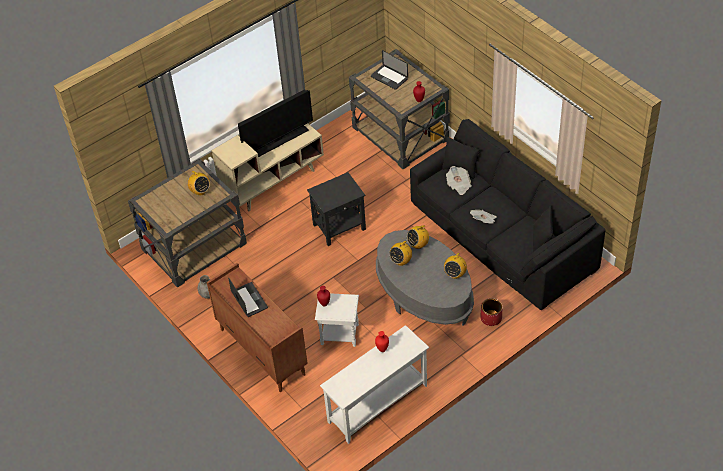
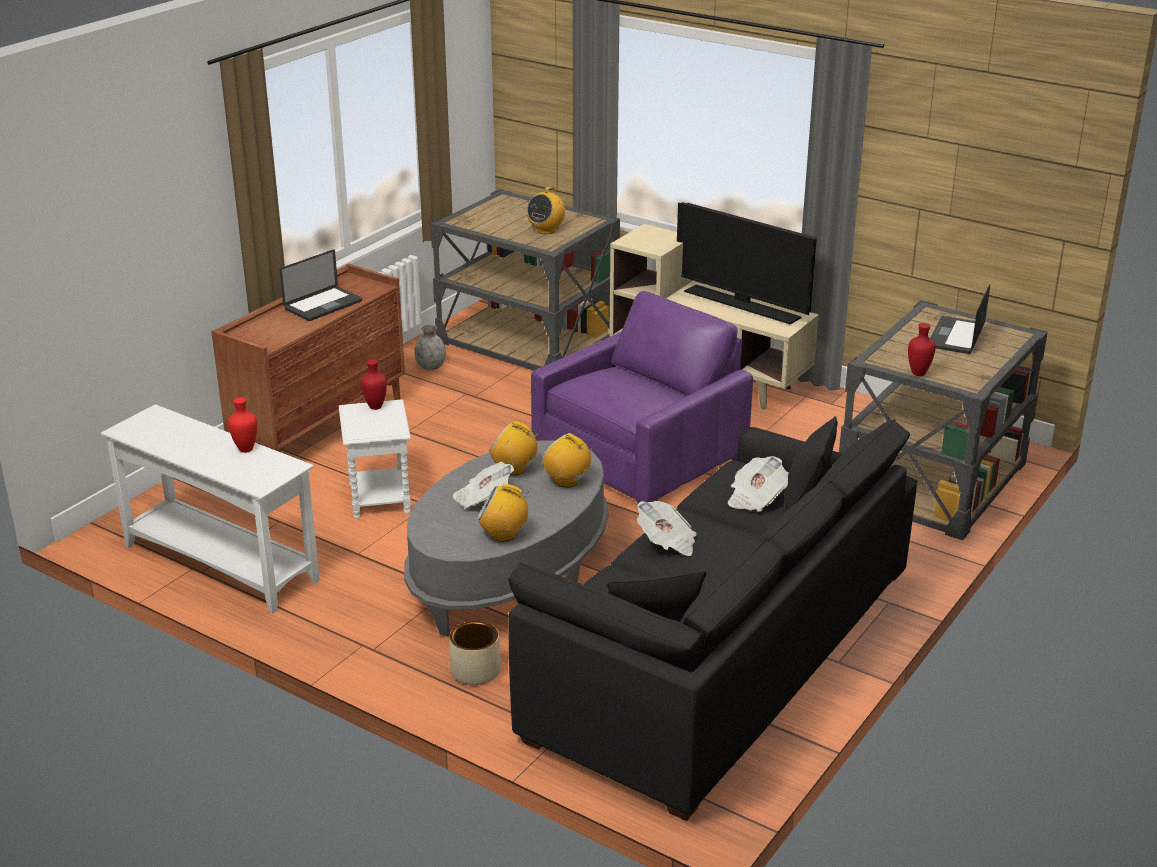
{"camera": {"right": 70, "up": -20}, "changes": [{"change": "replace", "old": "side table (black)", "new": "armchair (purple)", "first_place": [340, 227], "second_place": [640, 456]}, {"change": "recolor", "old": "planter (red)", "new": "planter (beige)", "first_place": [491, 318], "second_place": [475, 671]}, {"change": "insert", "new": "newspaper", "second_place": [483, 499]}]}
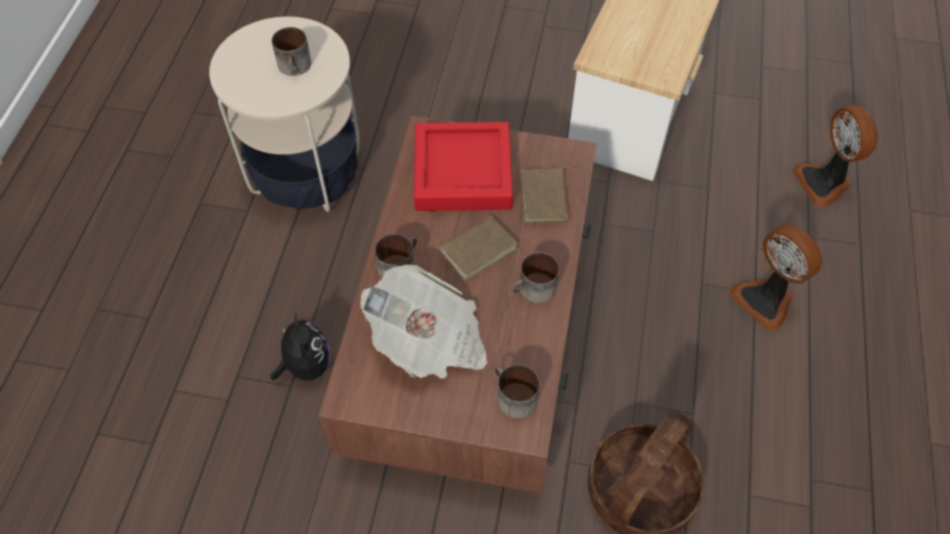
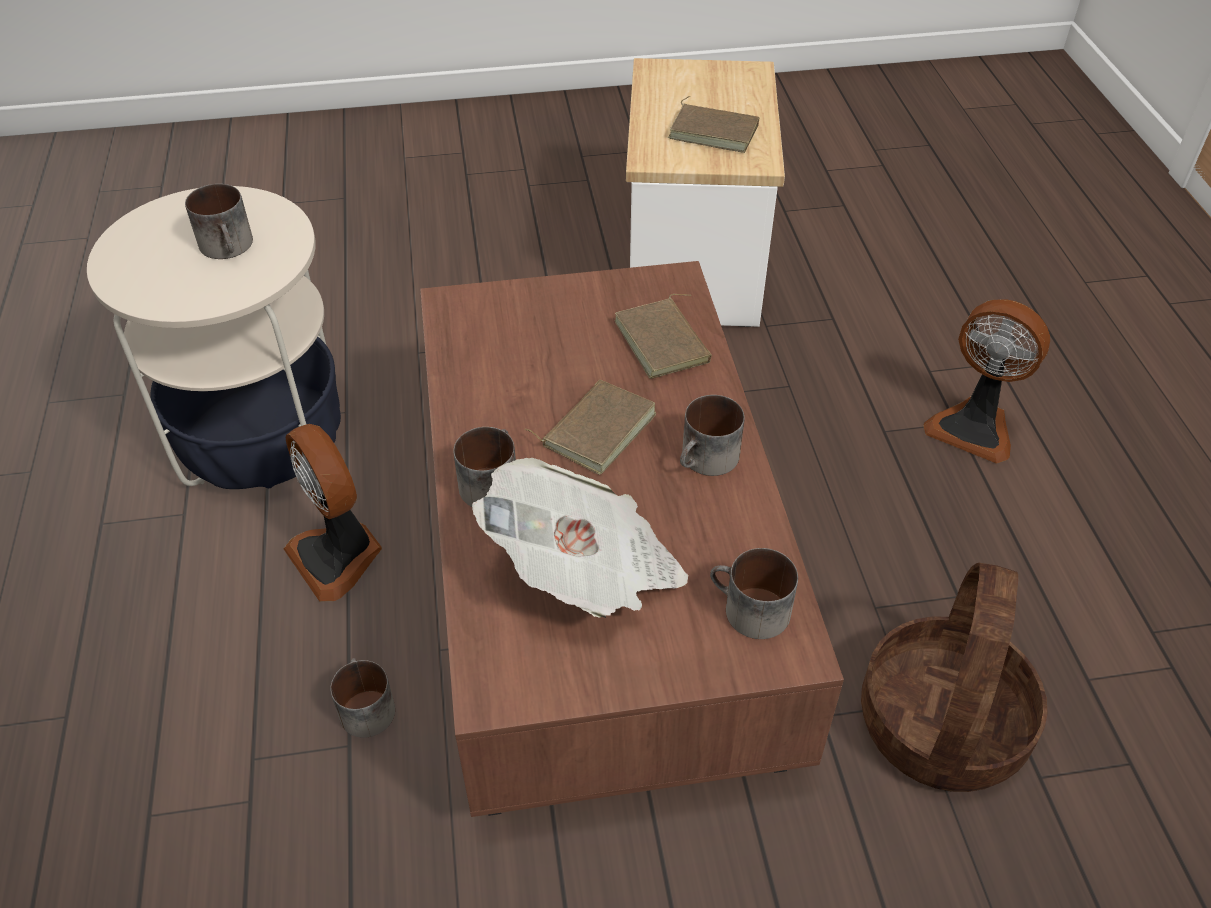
{"camera": {"right": -20, "up": -10}, "changes": [{"change": "move", "old": "fan", "first_place": [824, 182], "second_place": [338, 556]}, {"change": "delete", "old": "tray (red)", "first_place": [463, 173]}, {"change": "replace", "old": "plush toy", "new": "mug", "first_place": [306, 365], "second_place": [363, 707]}, {"change": "insert", "new": "book (brown)", "second_place": [715, 131]}]}
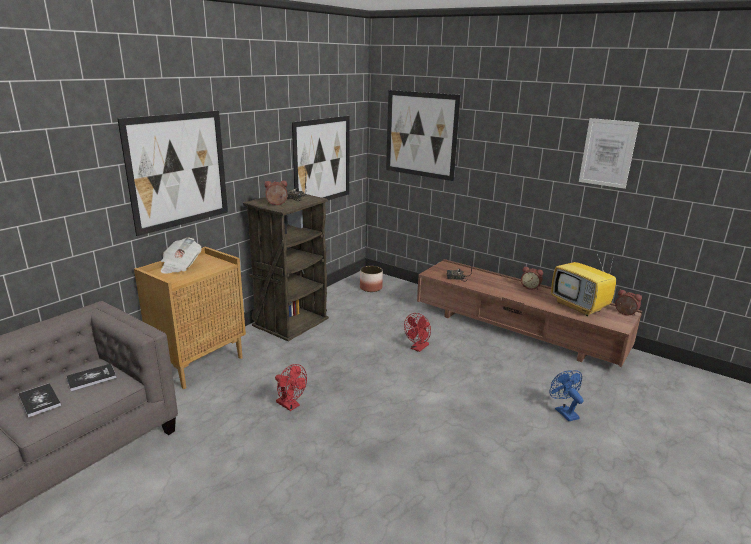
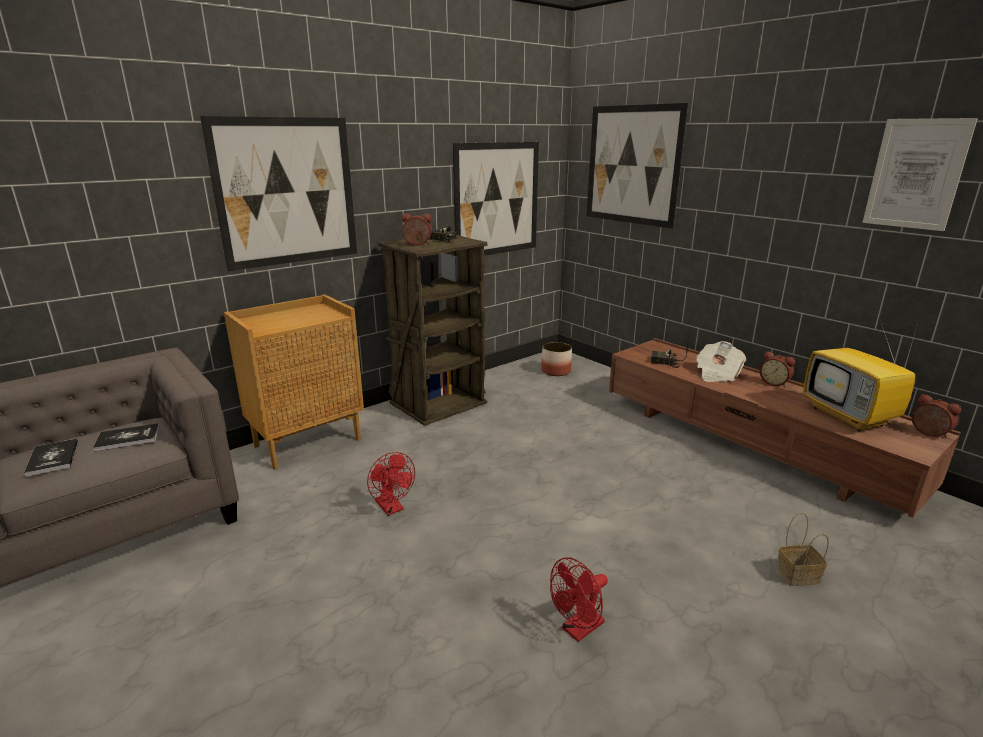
{"camera": {"right": 15, "up": 0}, "changes": [{"change": "move", "old": "newspaper", "first_place": [180, 266], "second_place": [717, 374]}, {"change": "move", "old": "fan (red)", "first_place": [418, 348], "second_place": [578, 630]}, {"change": "replace", "old": "fan (blue)", "new": "basket", "first_place": [563, 412], "second_place": [796, 576]}]}
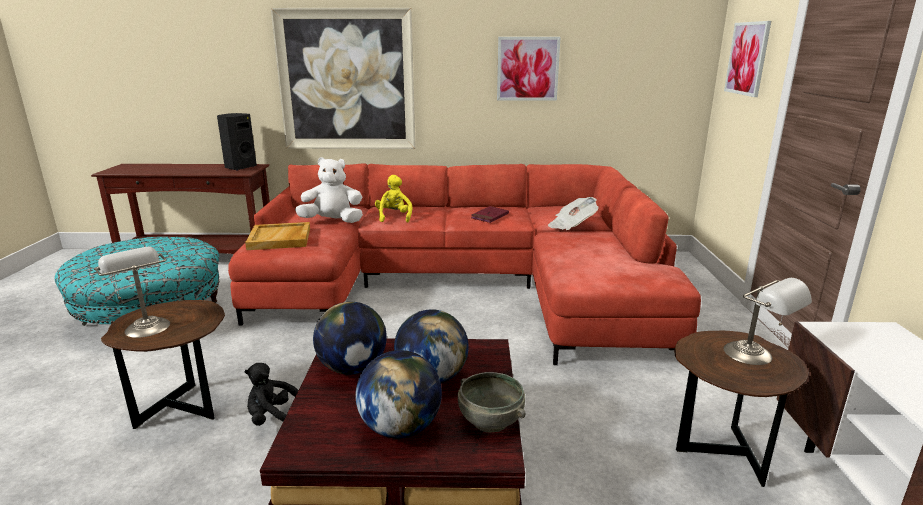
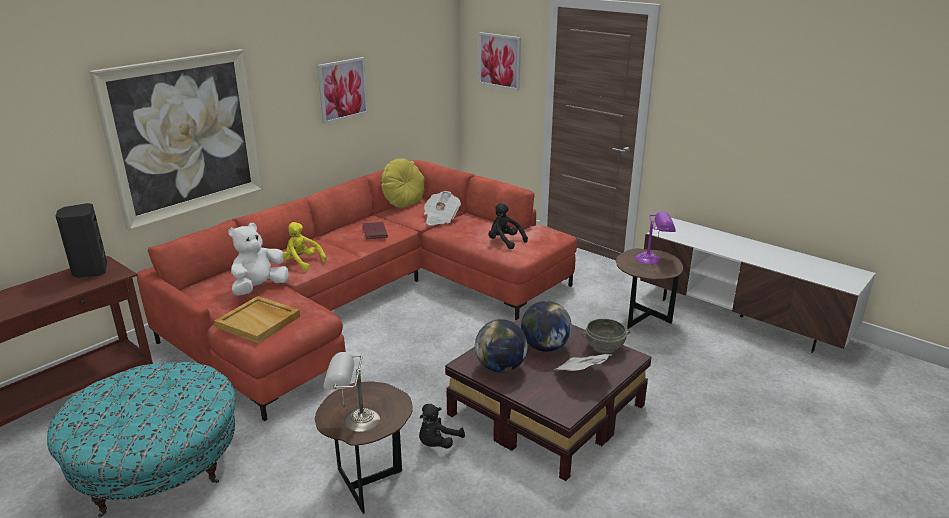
{"camera": {"right": -50, "up": 5}, "changes": [{"change": "recolor", "old": "table lamp (white)", "new": "table lamp (purple)", "first_place": [757, 357], "second_place": [653, 258]}, {"change": "replace", "old": "globe", "new": "newspaper", "first_place": [400, 428], "second_place": [581, 374]}, {"change": "insert", "new": "pillow (yellow)", "second_place": [403, 204]}, {"change": "insert", "new": "plush toy (black)", "second_place": [504, 242]}]}
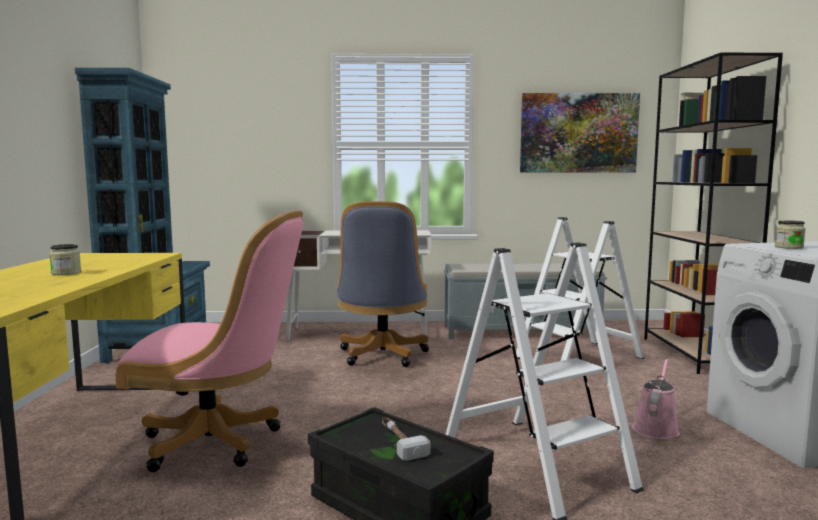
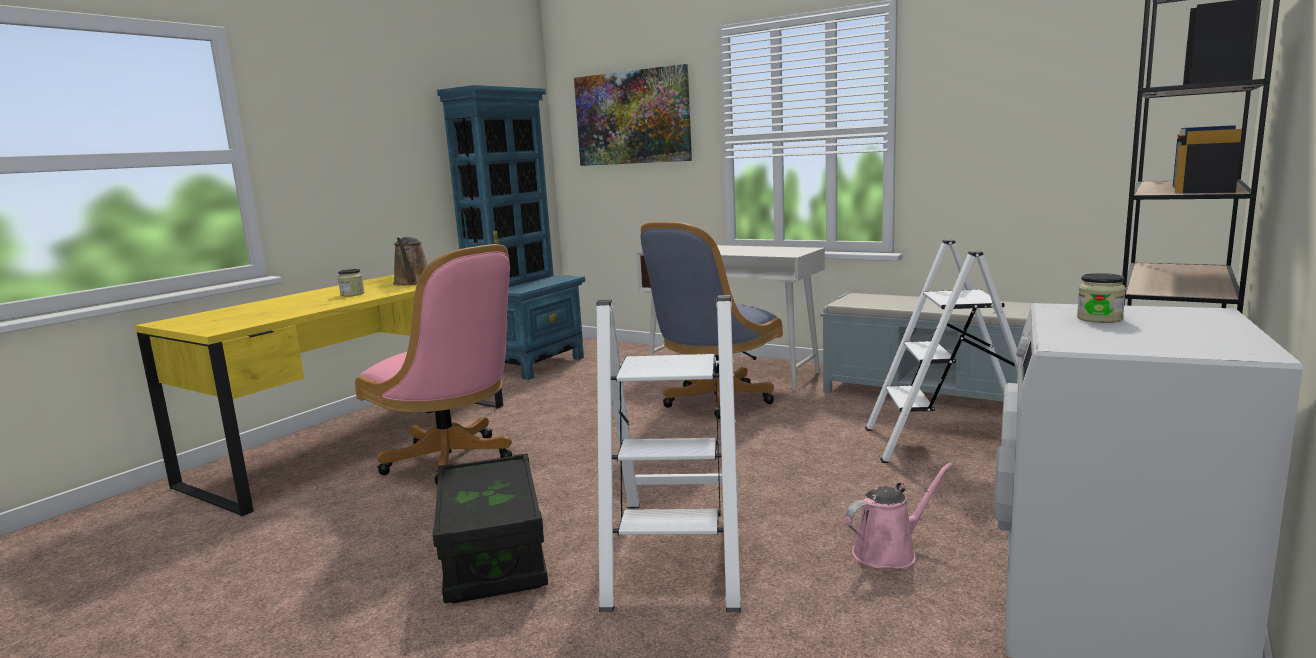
{"camera": {"right": 35, "up": 5}, "changes": [{"change": "move", "old": "picture", "first_place": [578, 133], "second_place": [632, 117]}, {"change": "delete", "old": "hammer", "first_place": [400, 441]}, {"change": "insert", "new": "watering can (brown)", "second_place": [412, 282]}]}
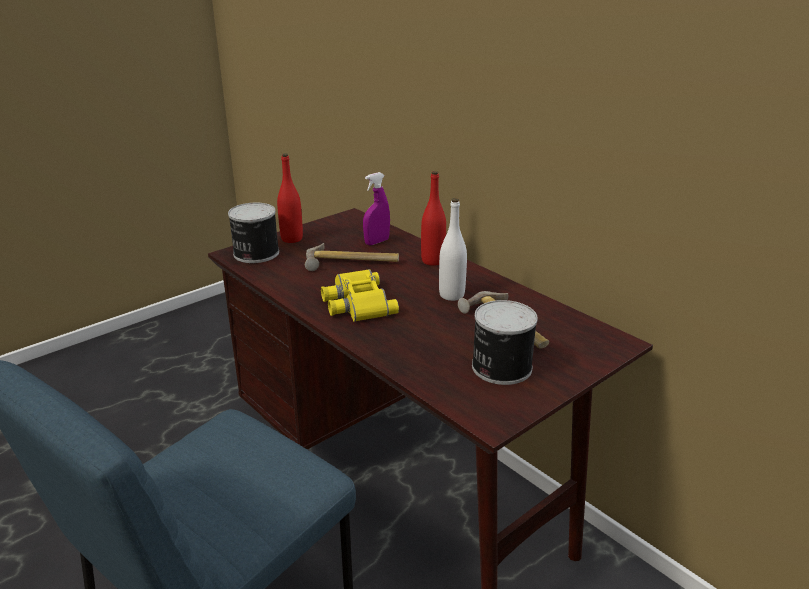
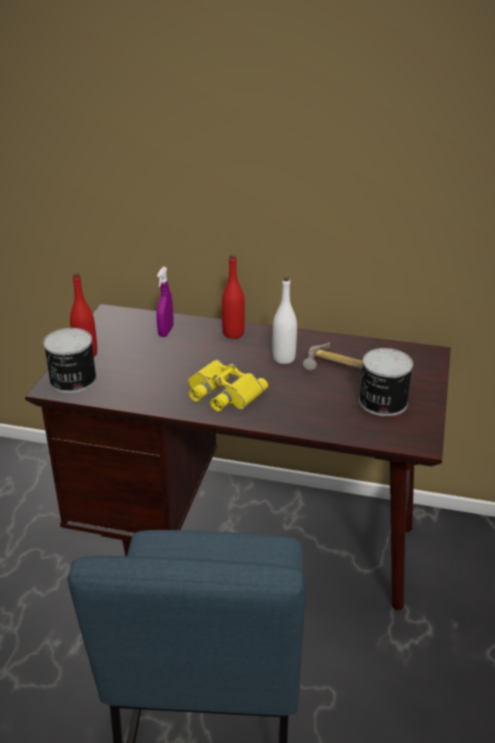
{"camera": {"right": -35, "up": 5}, "changes": [{"change": "delete", "old": "hammer", "first_place": [351, 263]}]}
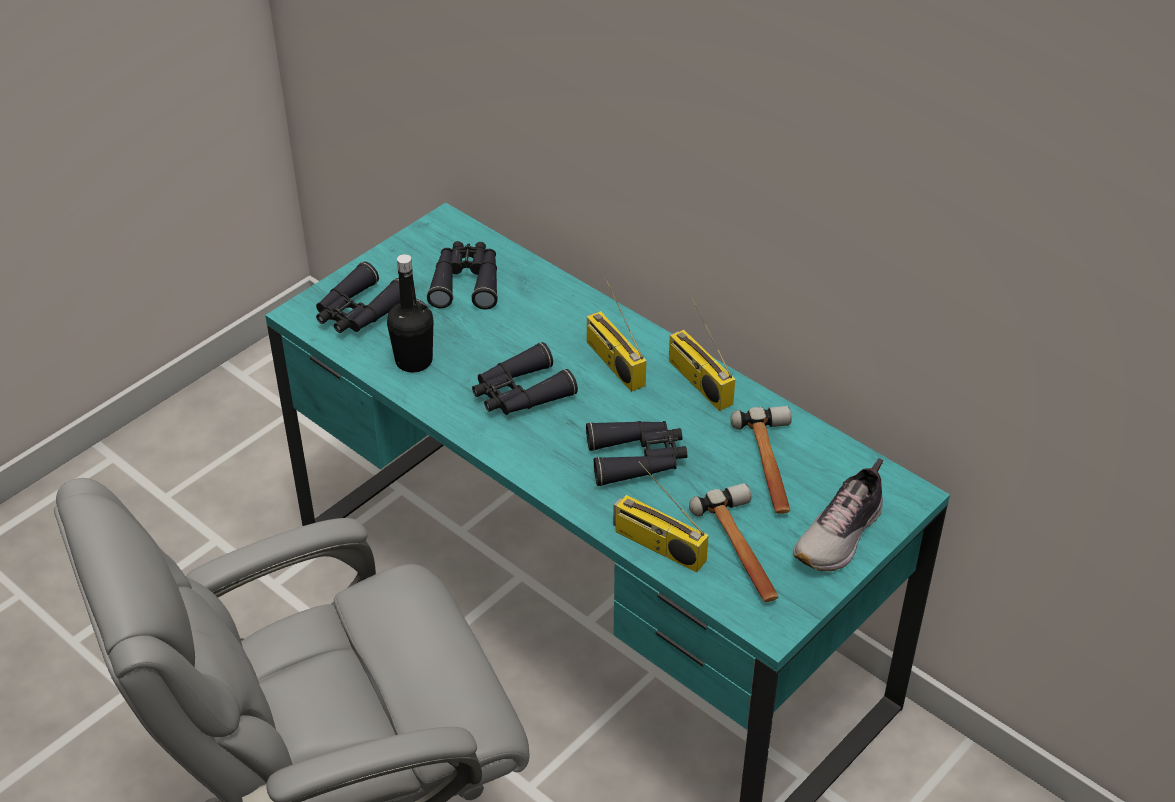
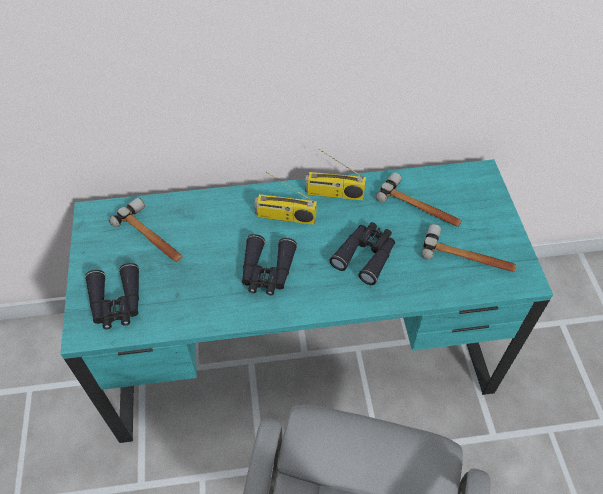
{"camera": {"right": -50, "up": 10}, "changes": [{"change": "replace", "old": "binoculars (black)", "new": "hammer", "first_place": [466, 282], "second_place": [152, 236]}, {"change": "delete", "old": "bottle (black)", "first_place": [414, 361]}, {"change": "delete", "old": "shoe", "first_place": [840, 536]}, {"change": "delete", "old": "radio", "first_place": [657, 546]}]}
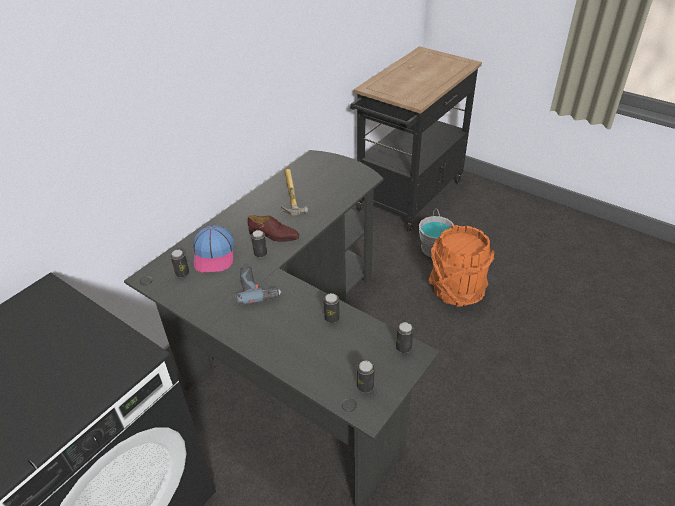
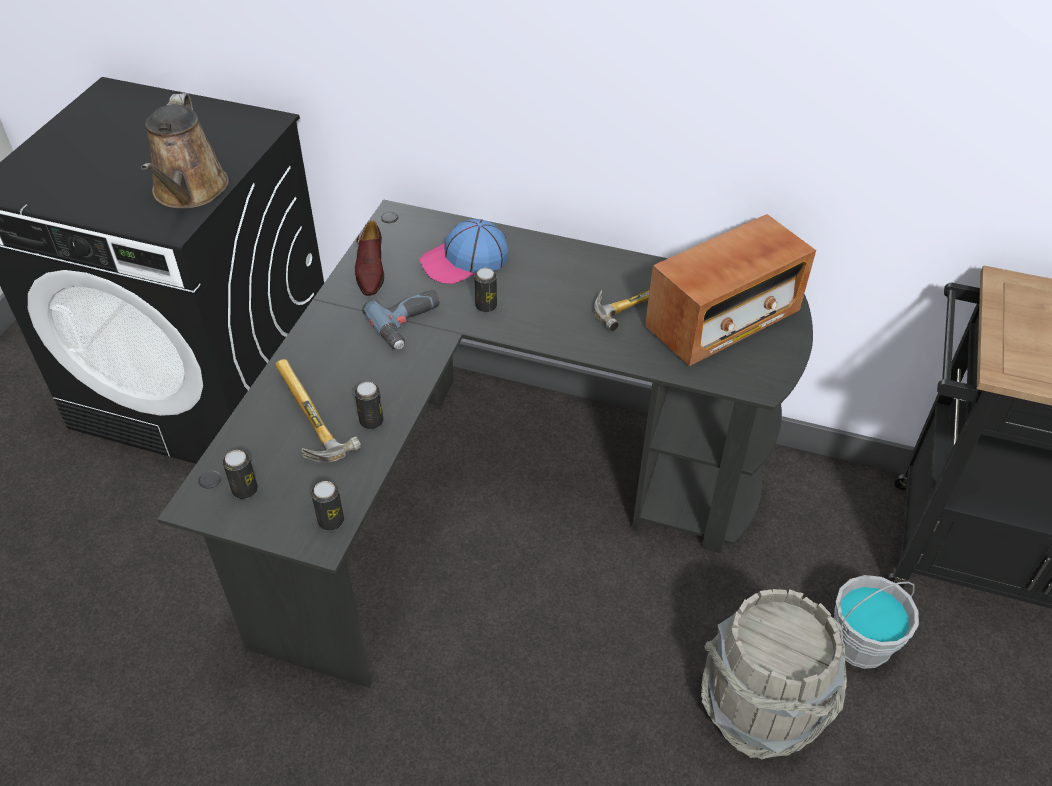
{"camera": {"right": 70, "up": 5}, "changes": [{"change": "move", "old": "shoe (brown)", "first_place": [274, 235], "second_place": [370, 271]}, {"change": "recolor", "old": "bucket (orange)", "new": "bucket (grey)", "first_place": [457, 290], "second_place": [760, 708]}, {"change": "delete", "old": "can", "first_place": [182, 273]}, {"change": "insert", "new": "watering can (brown)", "second_place": [189, 192]}, {"change": "insert", "new": "radio", "second_place": [723, 321]}, {"change": "insert", "new": "hammer", "second_place": [304, 418]}]}
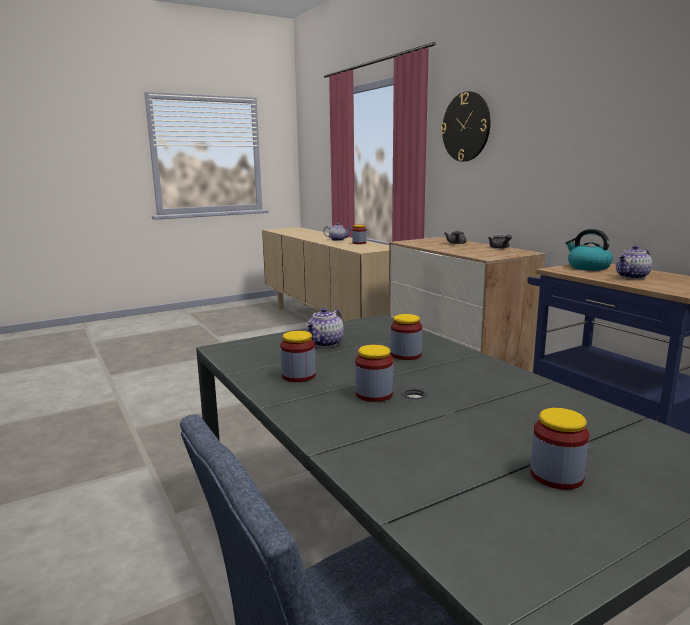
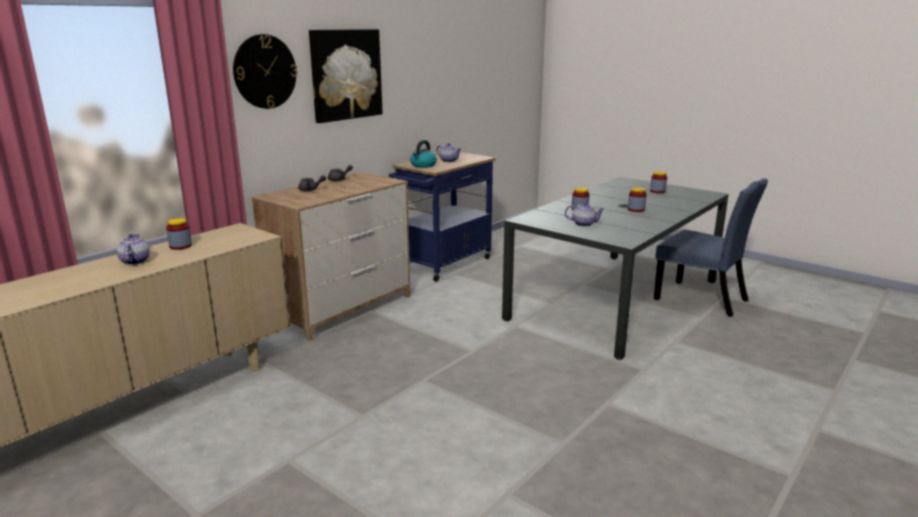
{"camera": {"right": -110, "up": 5}, "changes": [{"change": "delete", "old": "jar", "first_place": [298, 376]}, {"change": "insert", "new": "picture", "second_place": [345, 74]}]}
